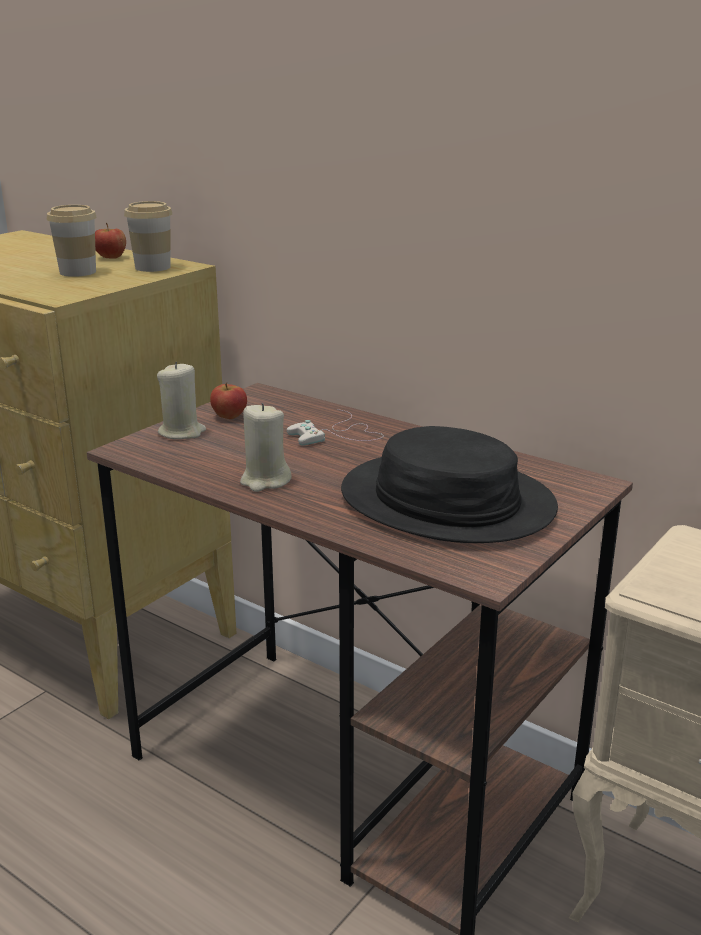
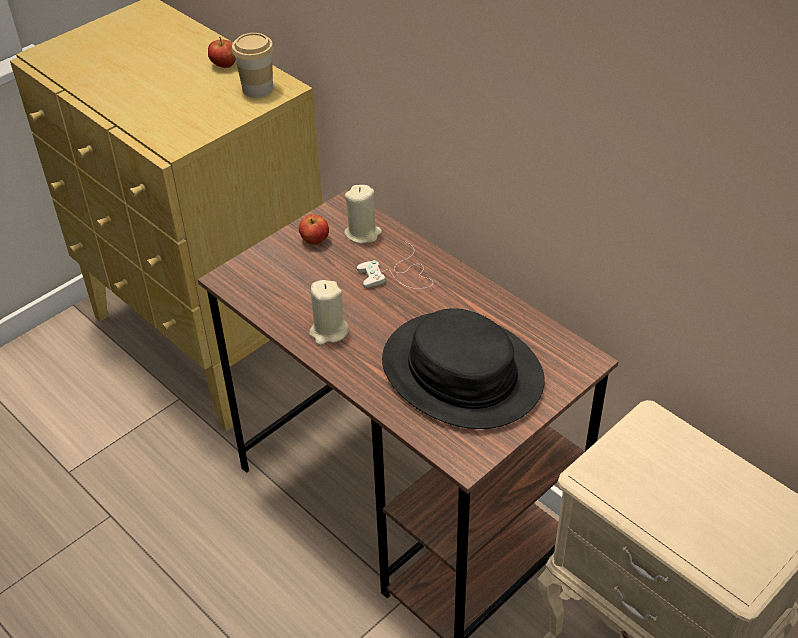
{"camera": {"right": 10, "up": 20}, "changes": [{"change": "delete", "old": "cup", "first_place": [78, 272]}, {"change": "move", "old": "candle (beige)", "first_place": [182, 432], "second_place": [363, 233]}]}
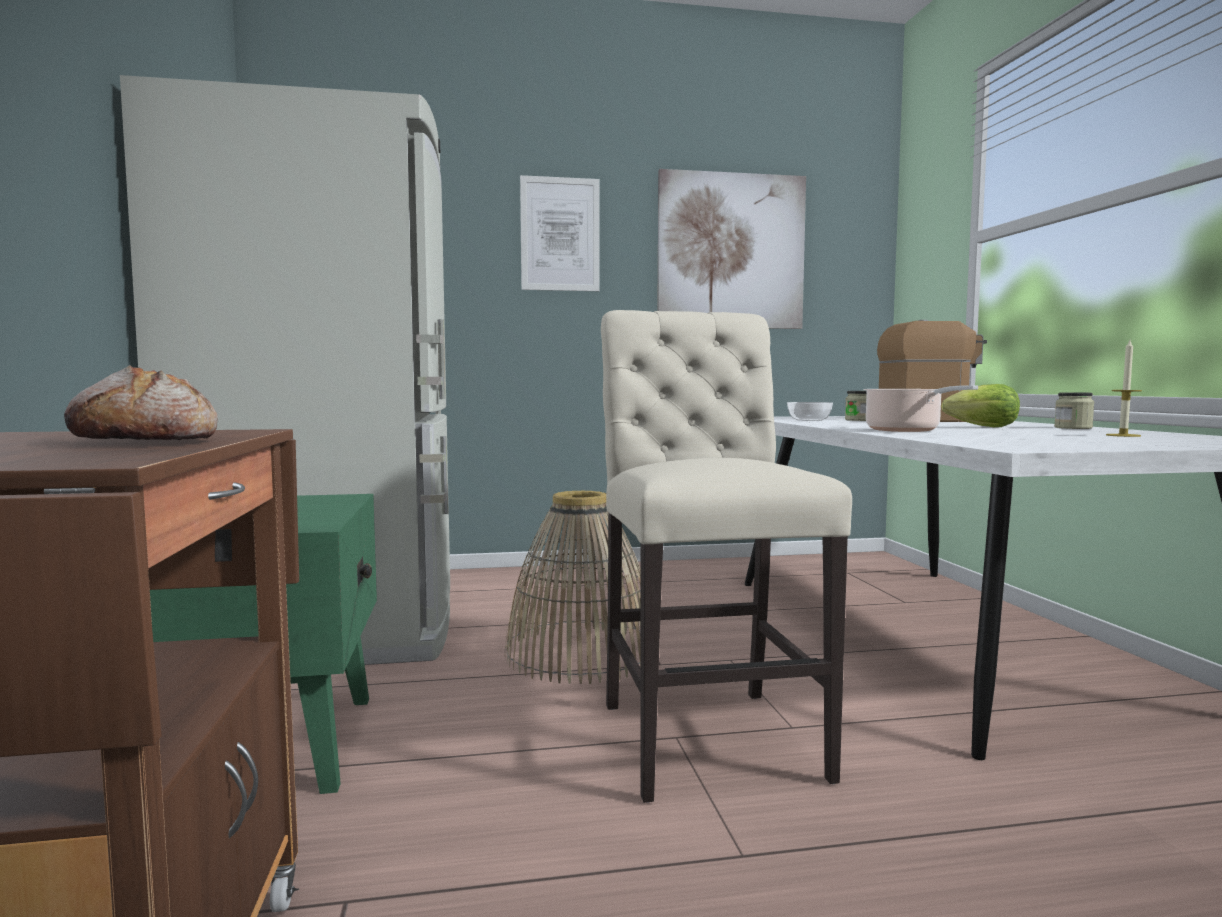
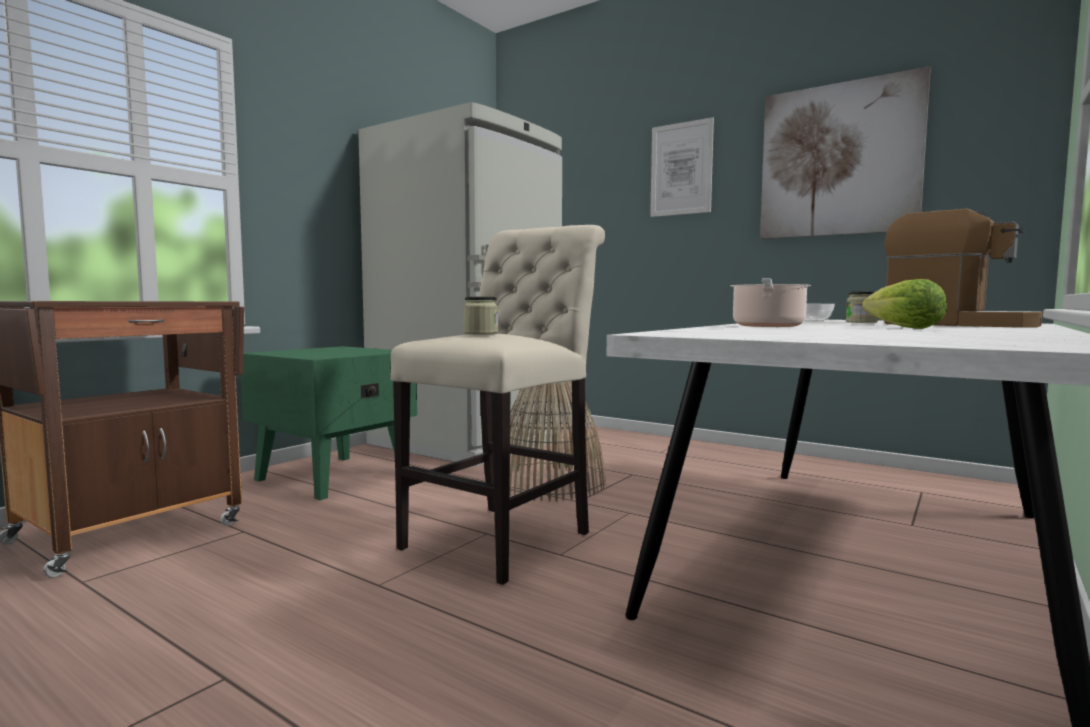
{"camera": {"right": 45, "up": 0}, "changes": [{"change": "delete", "old": "candle", "first_place": [1123, 435]}, {"change": "delete", "old": "bread", "first_place": [148, 441]}, {"change": "move", "old": "jar", "first_place": [1073, 428], "second_place": [480, 333]}]}
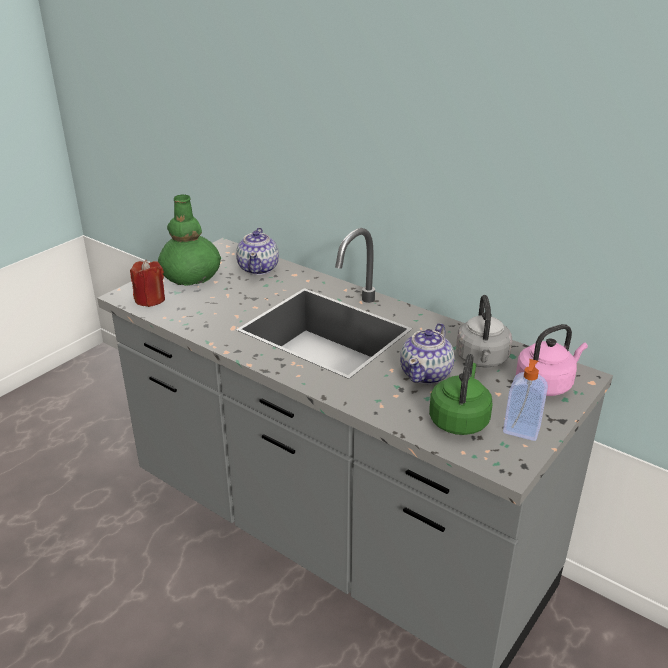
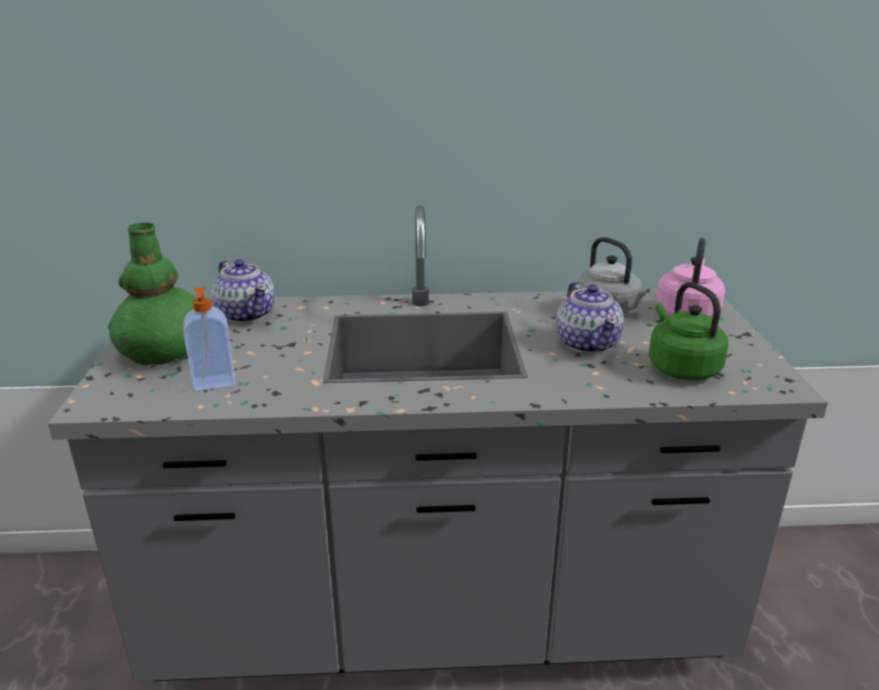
{"camera": {"right": -40, "up": -5}, "changes": [{"change": "delete", "old": "candle (red)", "first_place": [150, 299]}, {"change": "move", "old": "soap dispenser", "first_place": [521, 431], "second_place": [214, 383]}]}
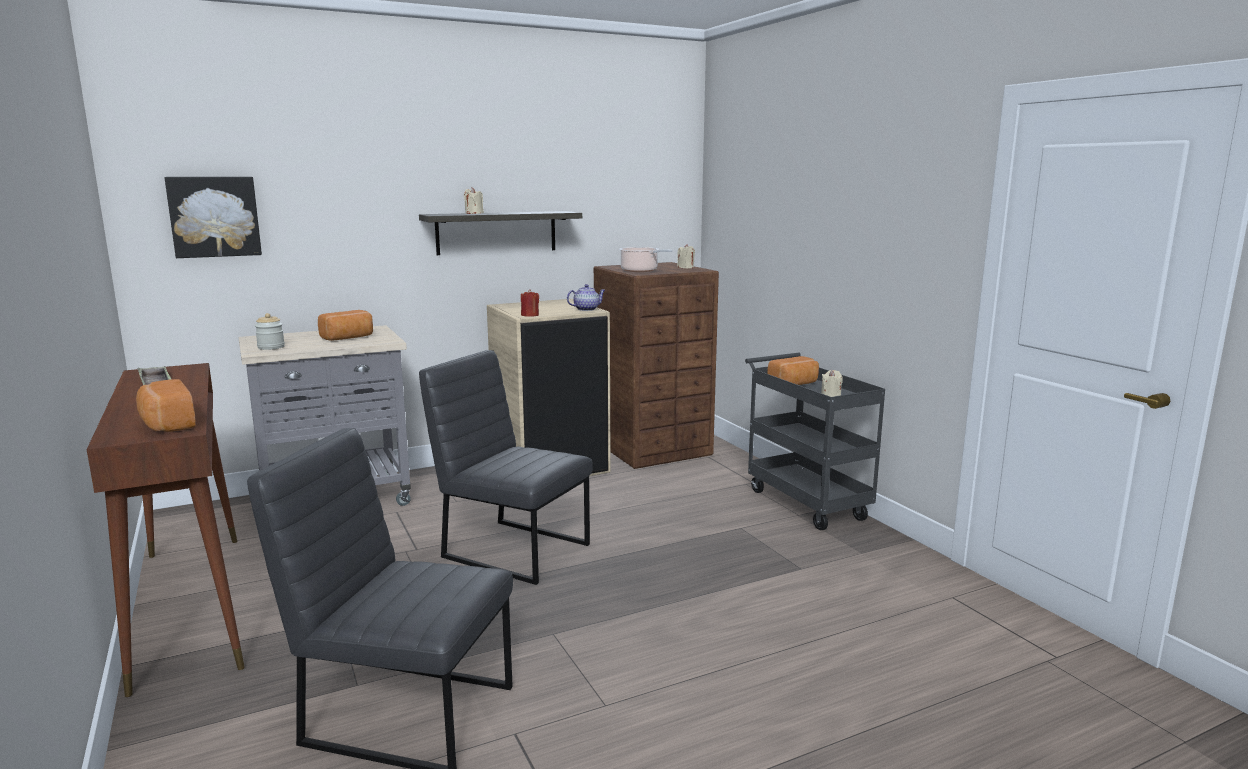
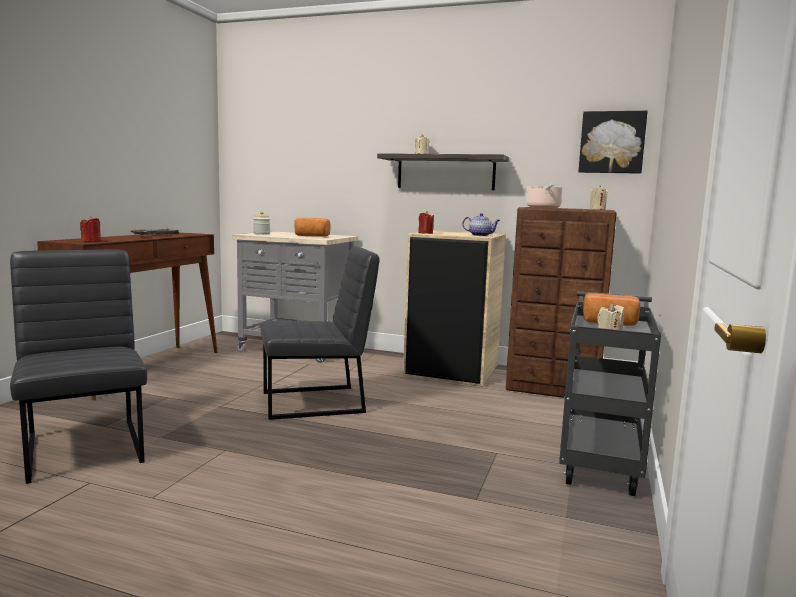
{"camera": {"right": 45, "up": -5}, "changes": [{"change": "move", "old": "picture", "first_place": [214, 216], "second_place": [612, 142]}, {"change": "rotate", "old": "chair (grey)", "first_place": [513, 549], "second_place": [316, 402], "degrees": 90}, {"change": "replace", "old": "bread", "new": "candle (red)", "first_place": [166, 424], "second_place": [91, 241]}]}
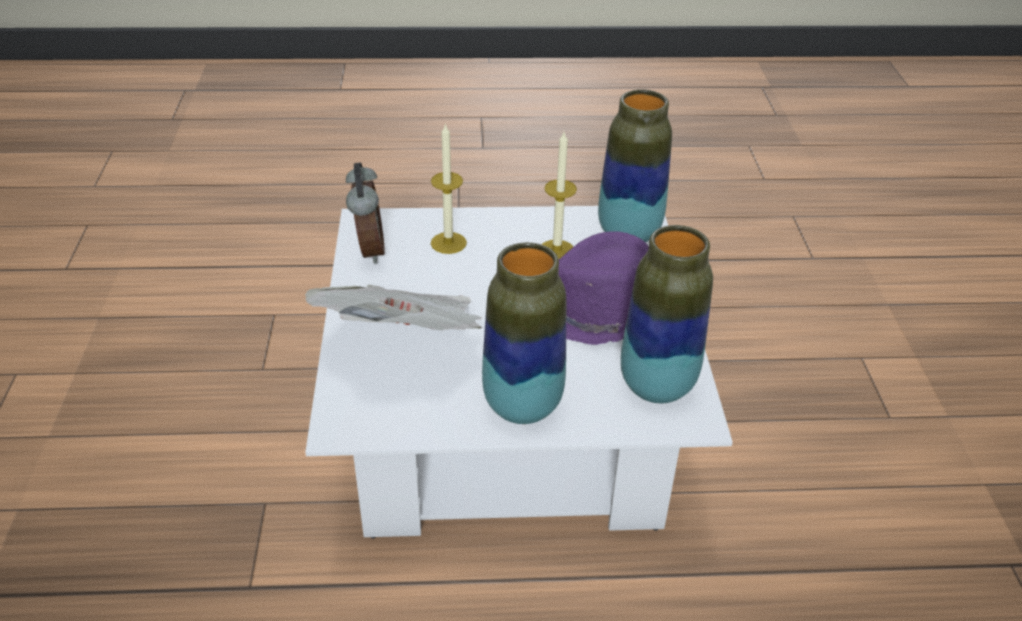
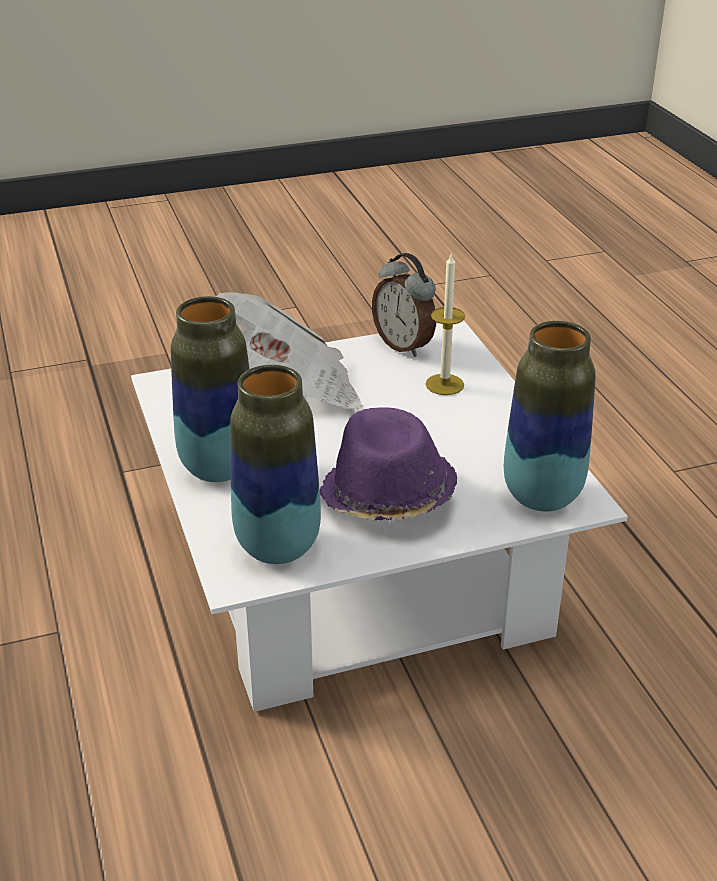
{"camera": {"right": 75, "up": -5}, "changes": [{"change": "delete", "old": "candle", "first_place": [556, 250]}, {"change": "rotate", "old": "alarm clock", "first_place": [368, 250], "second_place": [404, 345], "degrees": 75}]}
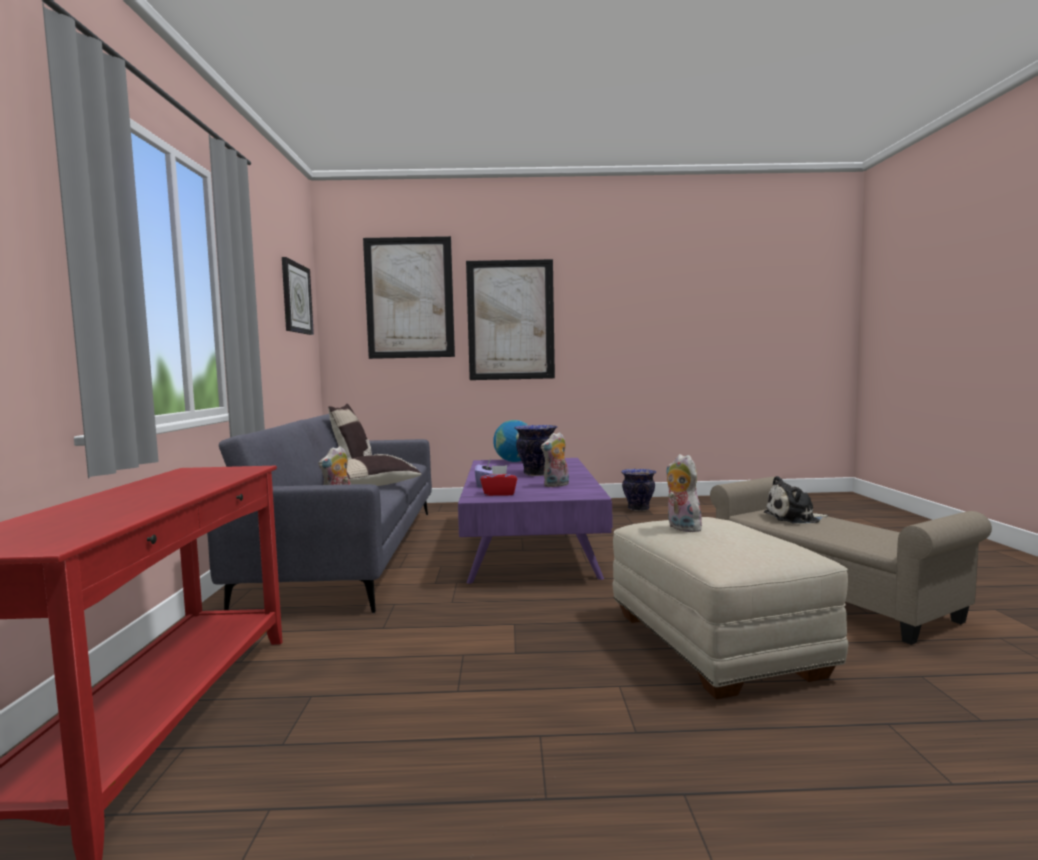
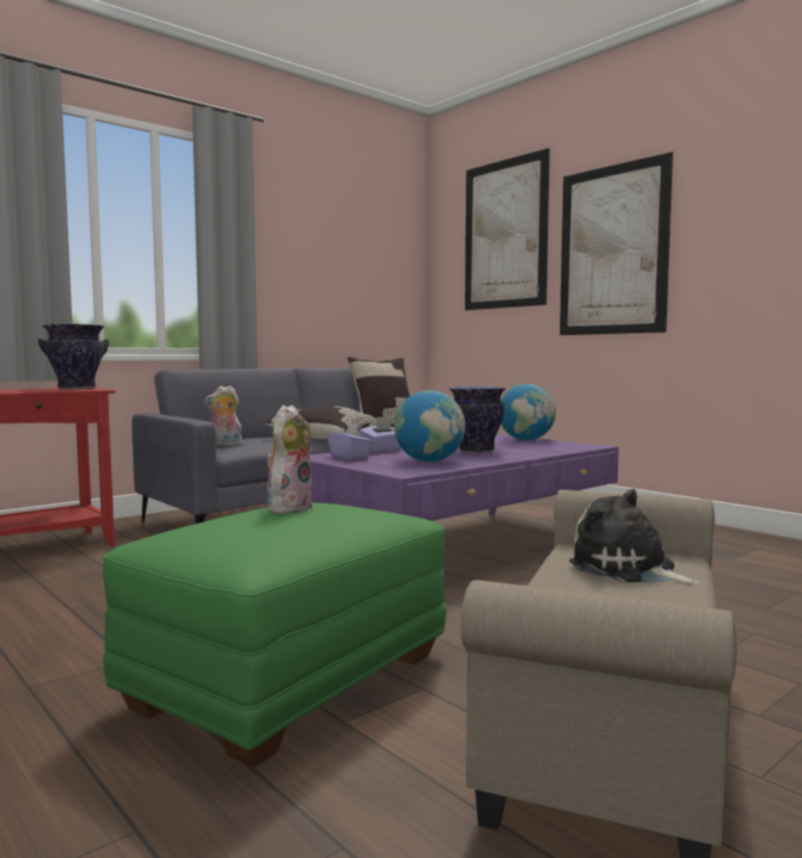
{"camera": {"right": 50, "up": 0}, "changes": [{"change": "delete", "old": "wall clock", "first_place": [296, 298]}, {"change": "replace", "old": "plush toy", "new": "globe", "first_place": [556, 485], "second_place": [429, 461]}, {"change": "recolor", "old": "tissue box (red)", "new": "tissue box (purple)", "first_place": [499, 493], "second_place": [350, 457]}, {"change": "move", "old": "vase", "first_place": [638, 509], "second_place": [76, 388]}, {"change": "recolor", "old": "ottoman (beige)", "new": "ottoman (green)", "first_place": [715, 644], "second_place": [289, 681]}]}
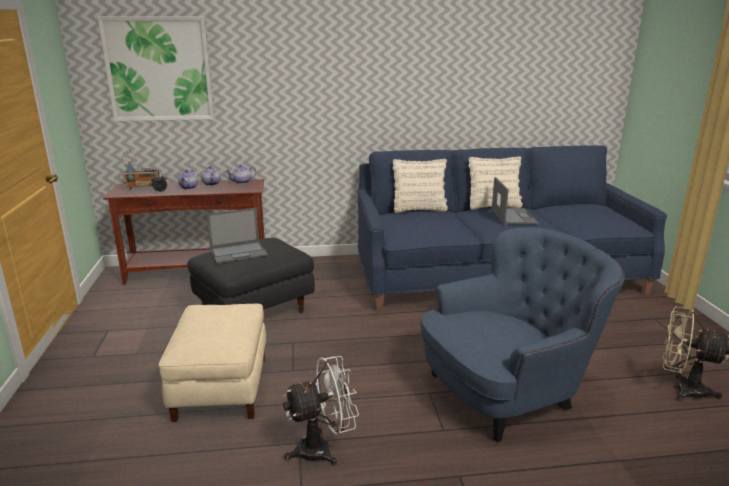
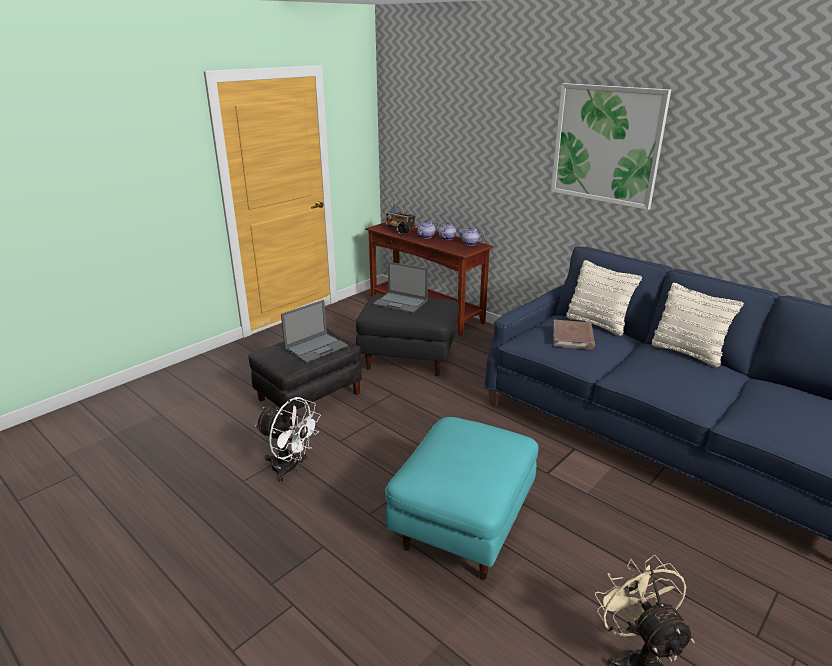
{"camera": {"right": 50, "up": 5}, "changes": [{"change": "move", "old": "picture", "first_place": [159, 69], "second_place": [606, 145]}, {"change": "move", "old": "laptop", "first_place": [513, 216], "second_place": [316, 347]}, {"change": "replace", "old": "armchair (blue)", "new": "ottoman (turquoise)", "first_place": [506, 392], "second_place": [463, 528]}, {"change": "recolor", "old": "ottoman (beige)", "new": "ottoman (black)", "first_place": [221, 387], "second_place": [309, 396]}, {"change": "insert", "new": "book (brown)", "second_place": [573, 337]}]}
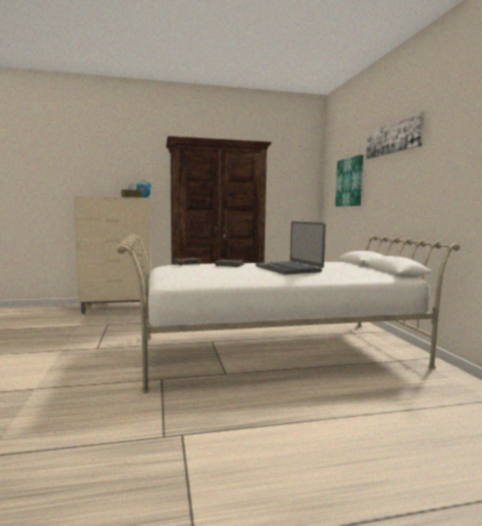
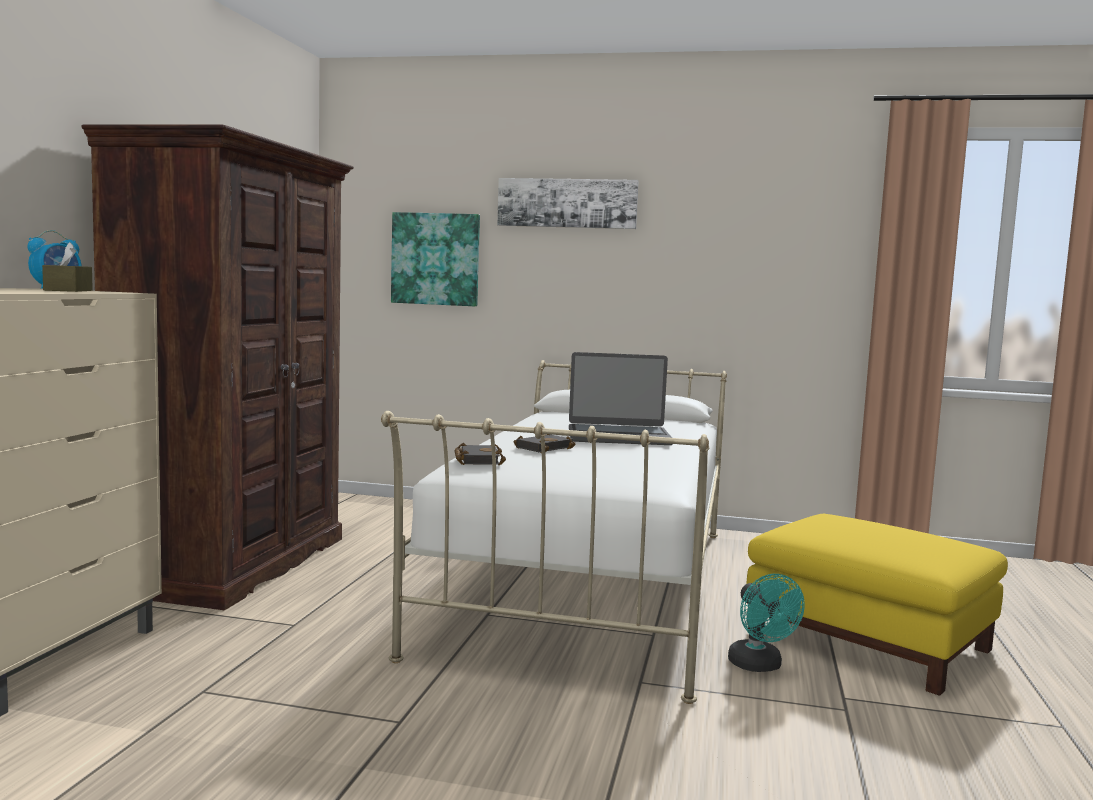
{"camera": {"right": -65, "up": 0}, "changes": [{"change": "insert", "new": "ottoman (yellow)", "second_place": [869, 641]}, {"change": "insert", "new": "fan (turquoise)", "second_place": [759, 666]}]}
